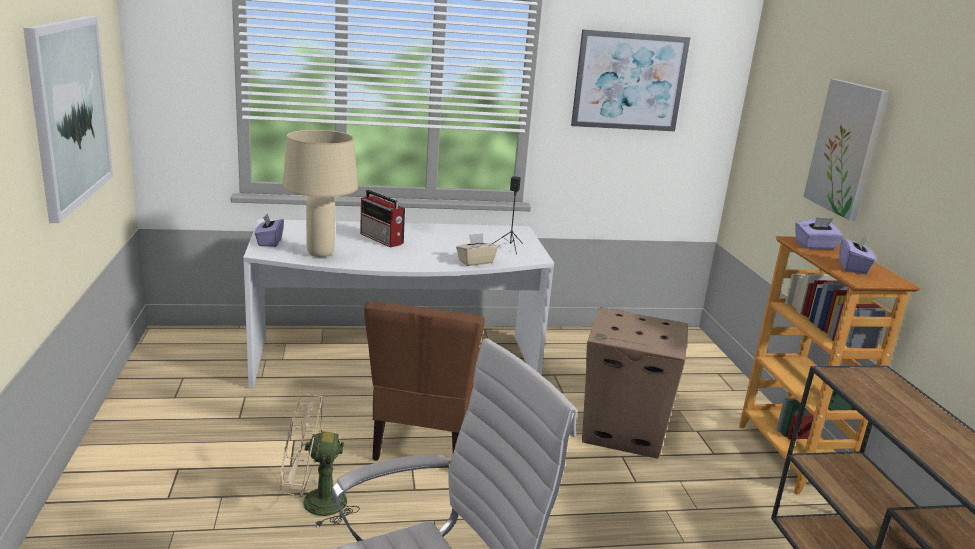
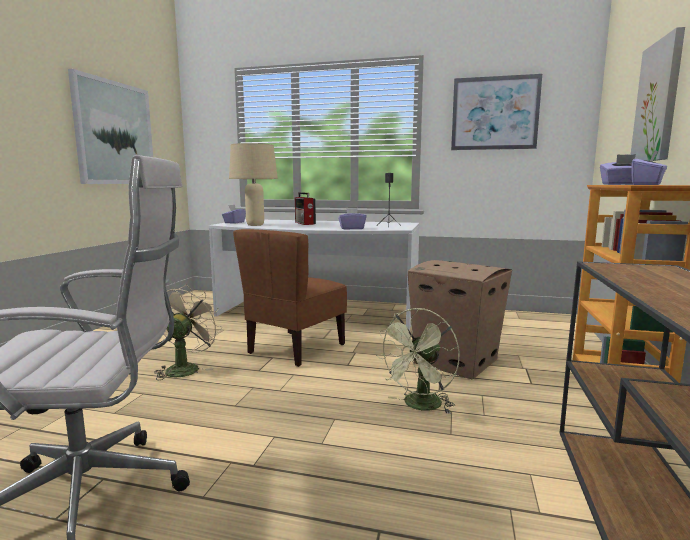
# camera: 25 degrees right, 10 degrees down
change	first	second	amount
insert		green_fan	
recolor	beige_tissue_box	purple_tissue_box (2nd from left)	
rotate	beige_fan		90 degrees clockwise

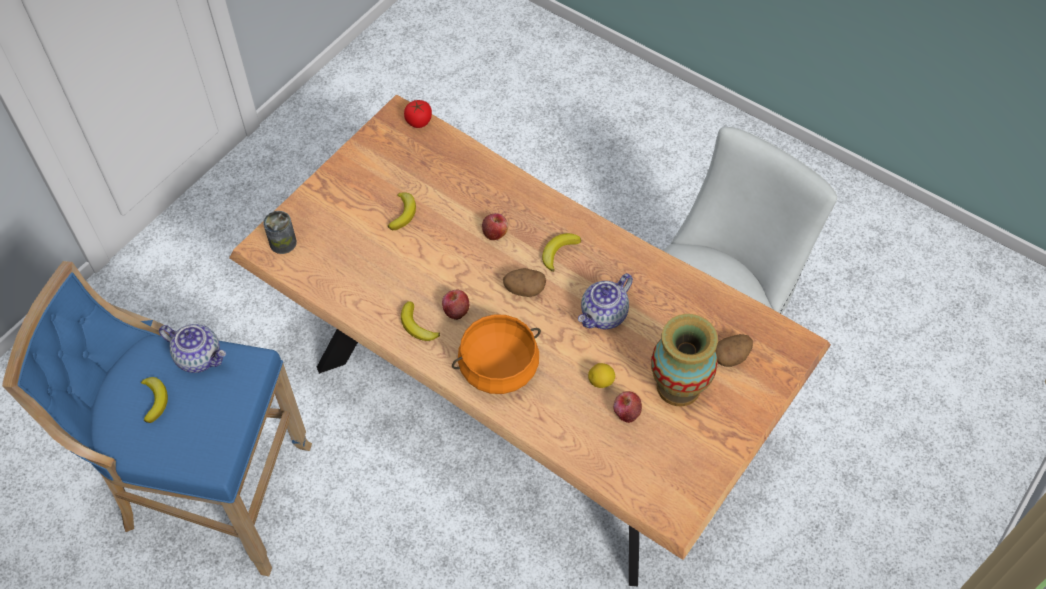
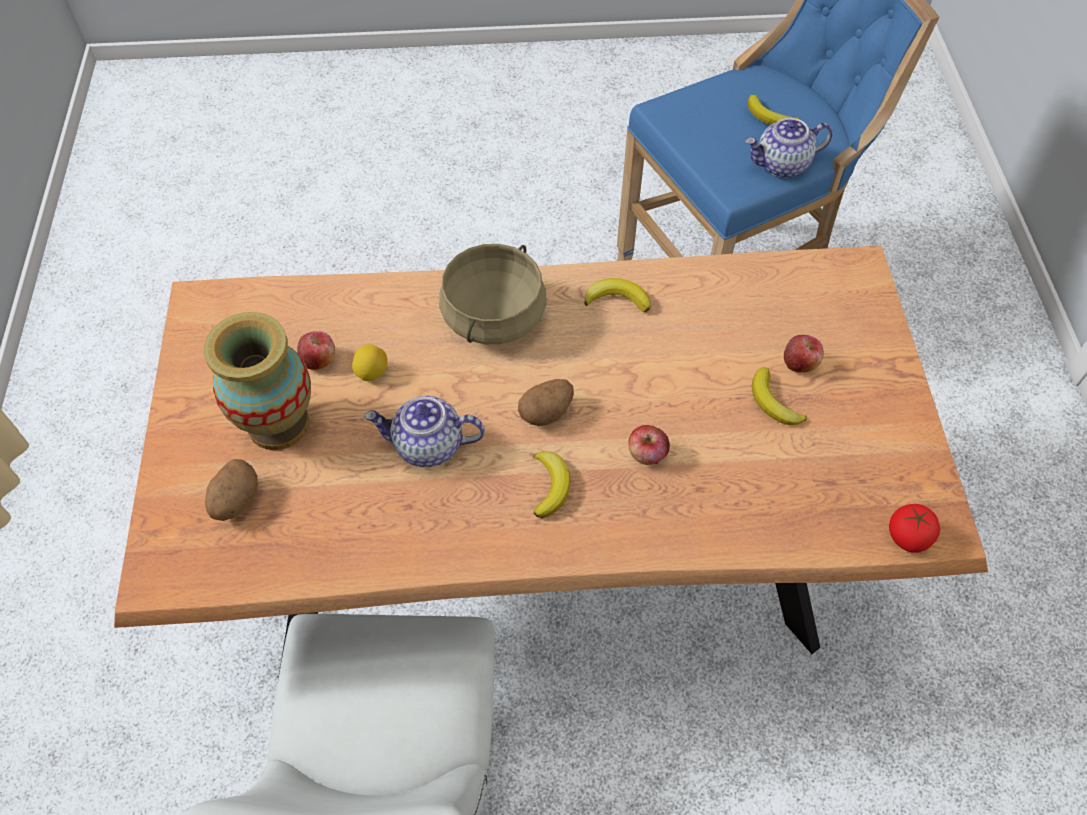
# camera: 140 degrees right, 0 degrees up
change	first	second	amount
delete	can		
move	apple (1st from left in the first image)	apple (3rd from left)	
recolor	orange_cooking_pot	beige_cooking_pot	
rotate	teapot (2nd from left in the first image)	teapot (1st from left)	90 degrees counterclockwise

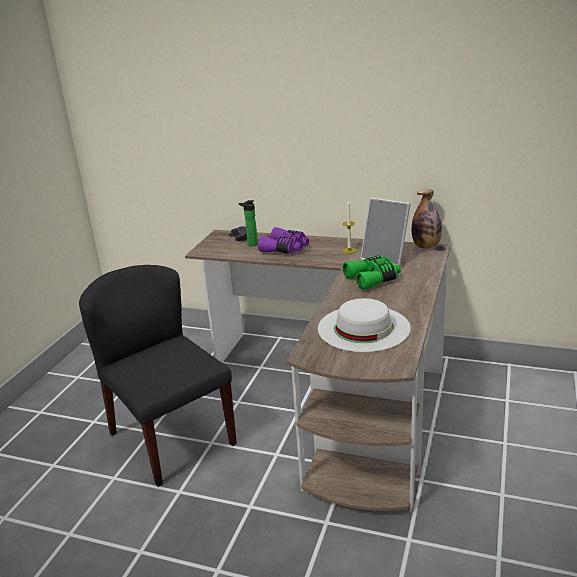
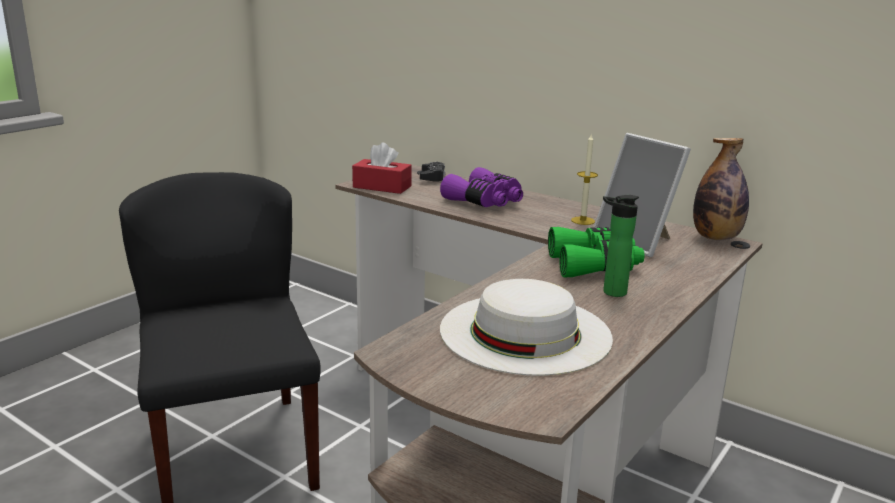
# camera: 15 degrees right, 5 degrees down
change	first	second	amount
insert		red_tissue_box	
move	bottle (1st from left)		

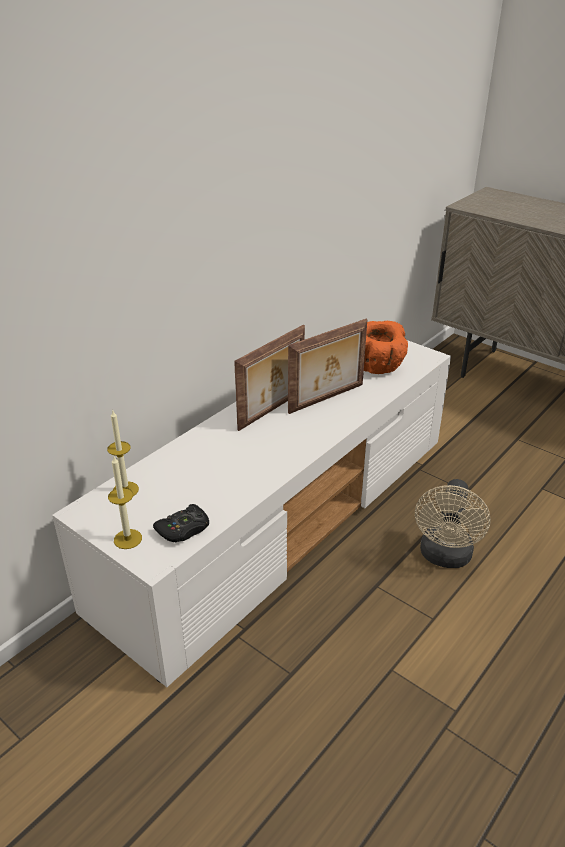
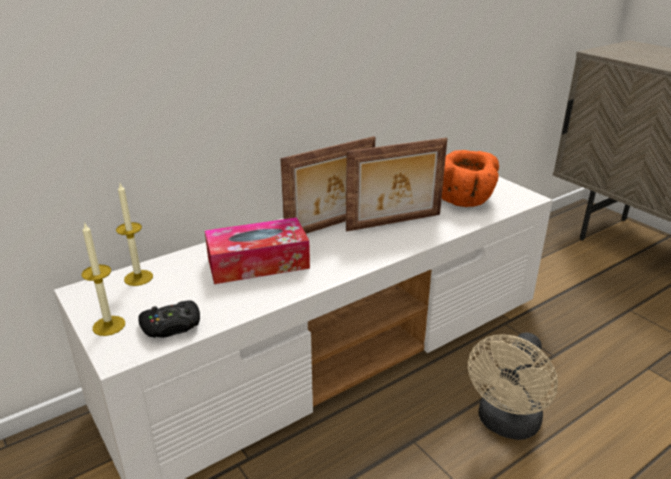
# camera: 15 degrees right, 5 degrees down
change	first	second	amount
insert		tissue_box	

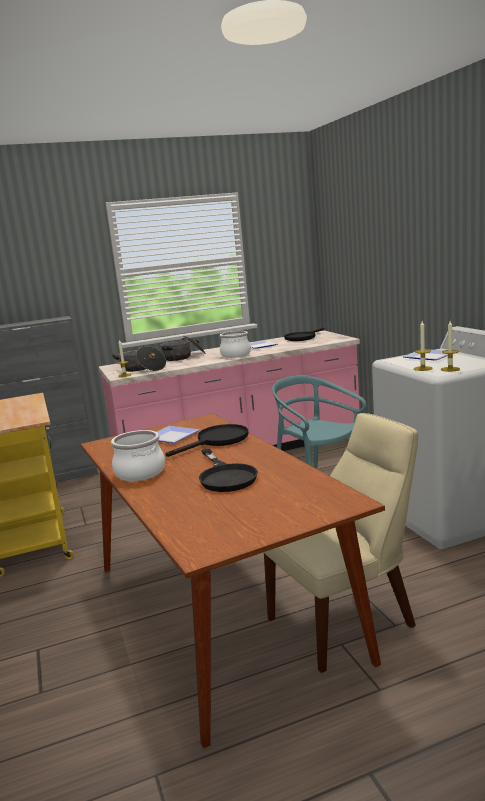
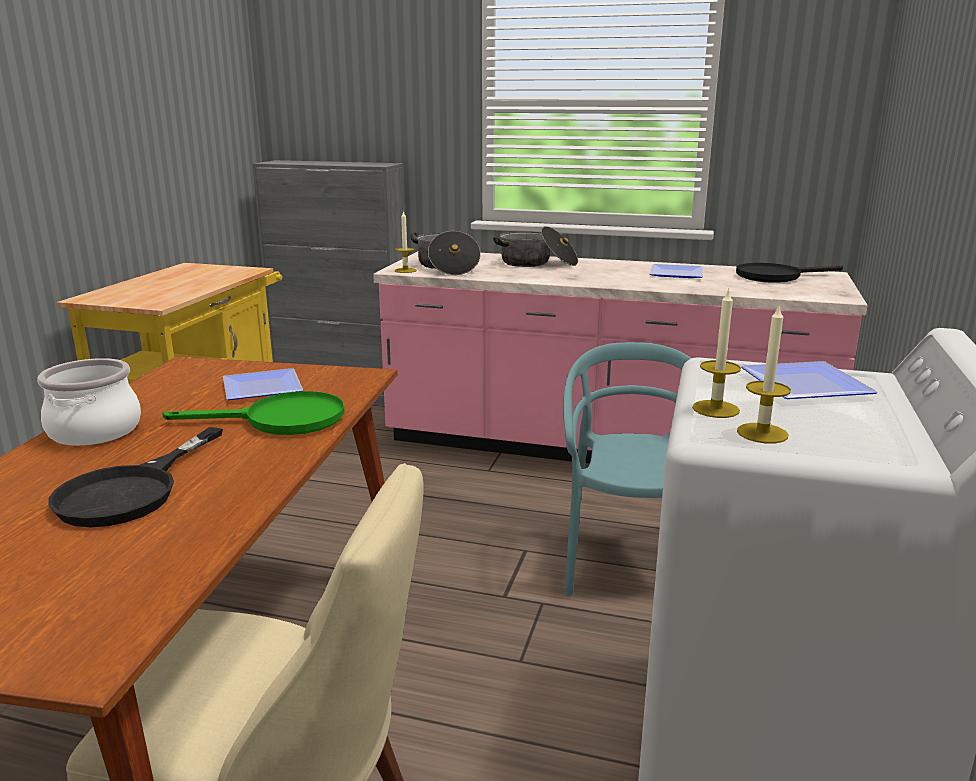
# camera: 35 degrees right, 5 degrees up
change	first	second	amount
delete	cooking_pot (4th from left)		
recolor	black_frying_pan (1st from left)	green_frying_pan	

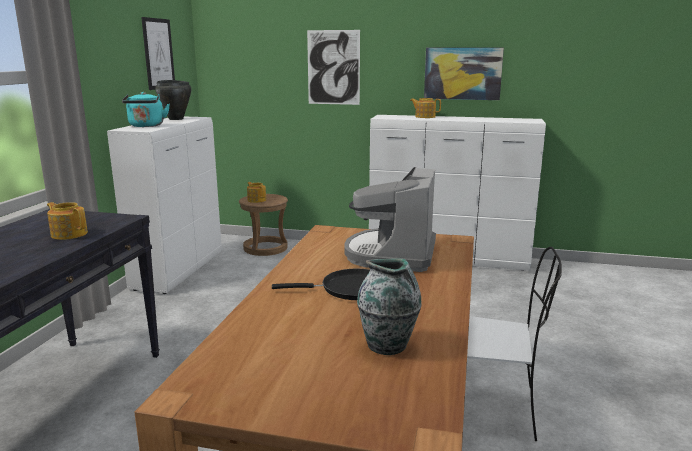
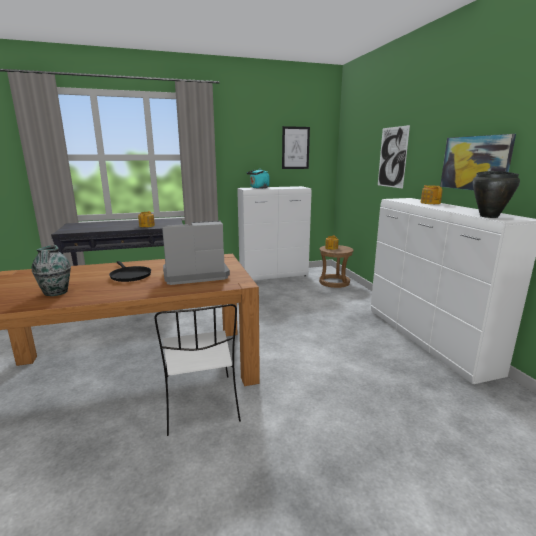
# camera: 60 degrees right, 0 degrees up
change	first	second	amount
move	black_cooking_pot		

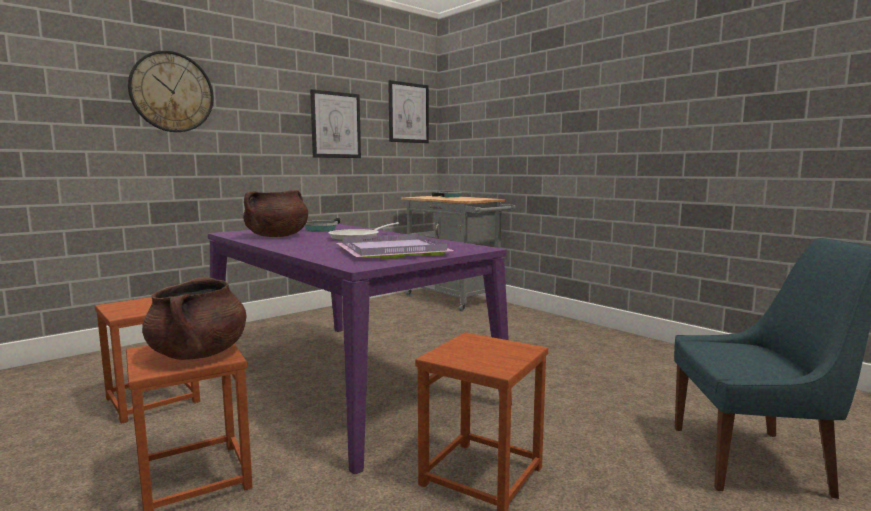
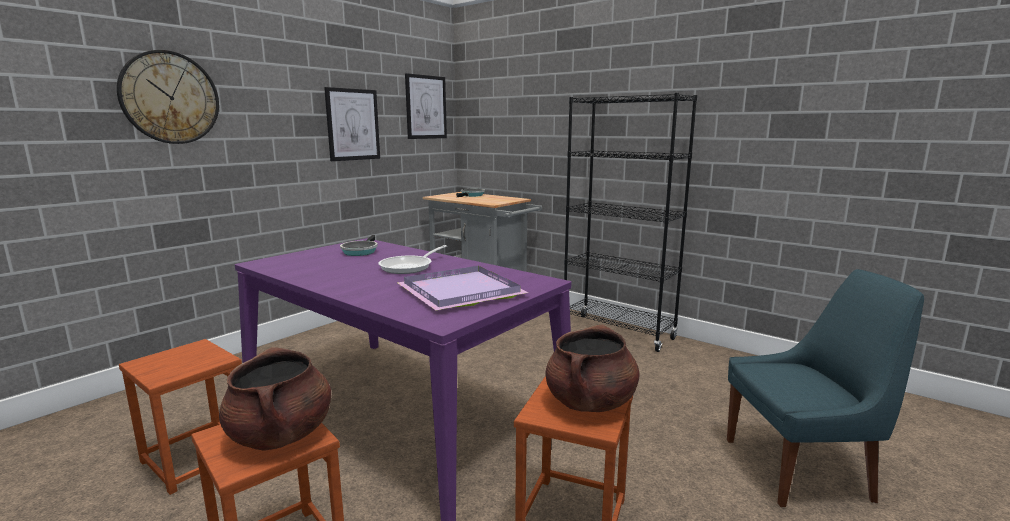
# camera: 10 degrees left, 5 degrees up
change	first	second	amount
insert		black_bookcase	
move	brown_cooking_pot (2nd from left)		

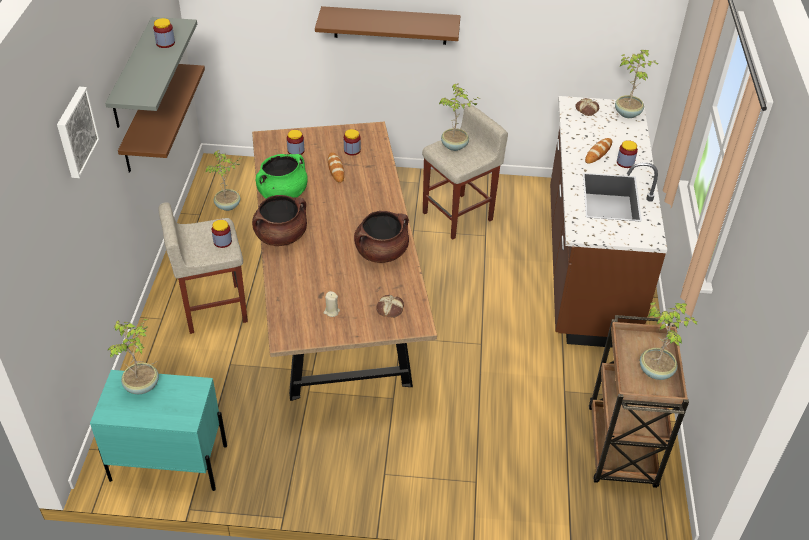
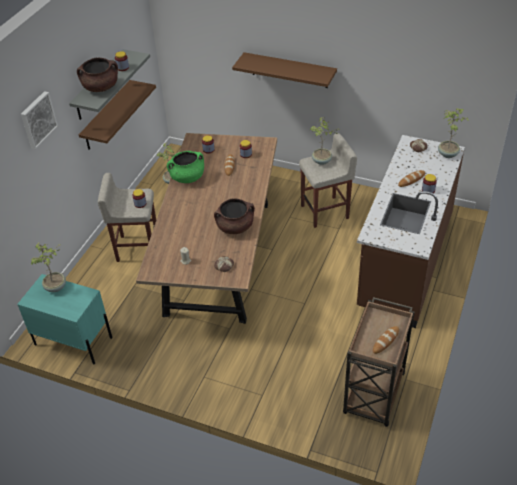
# camera: 20 degrees right, 0 degrees up
change	first	second	amount
move	brown_cooking_pot (1st from left)		
replace	potted_plant (5th from left)	bread (3rd from left)	

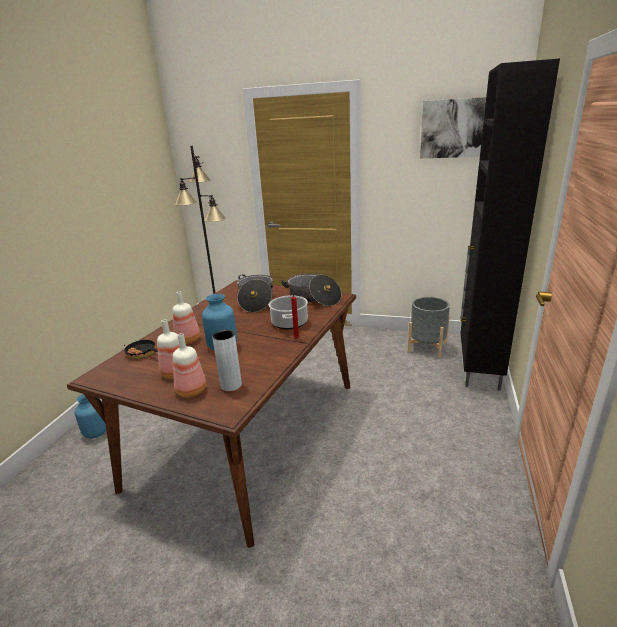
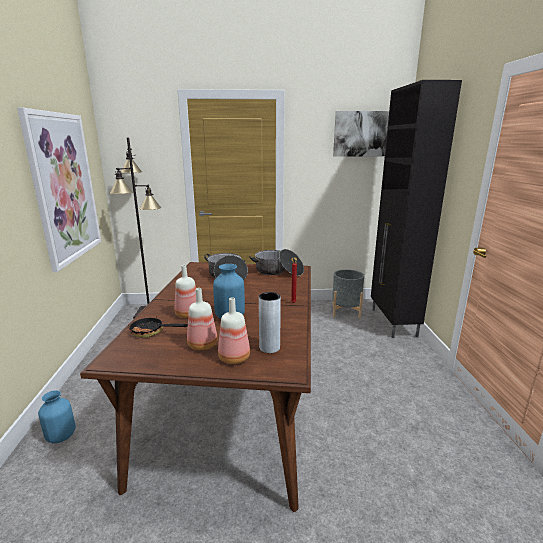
# camera: 20 degrees left, 5 degrees down
change	first	second	amount
delete	cooking_pot (2nd from left)		
insert		picture (1st from left)	

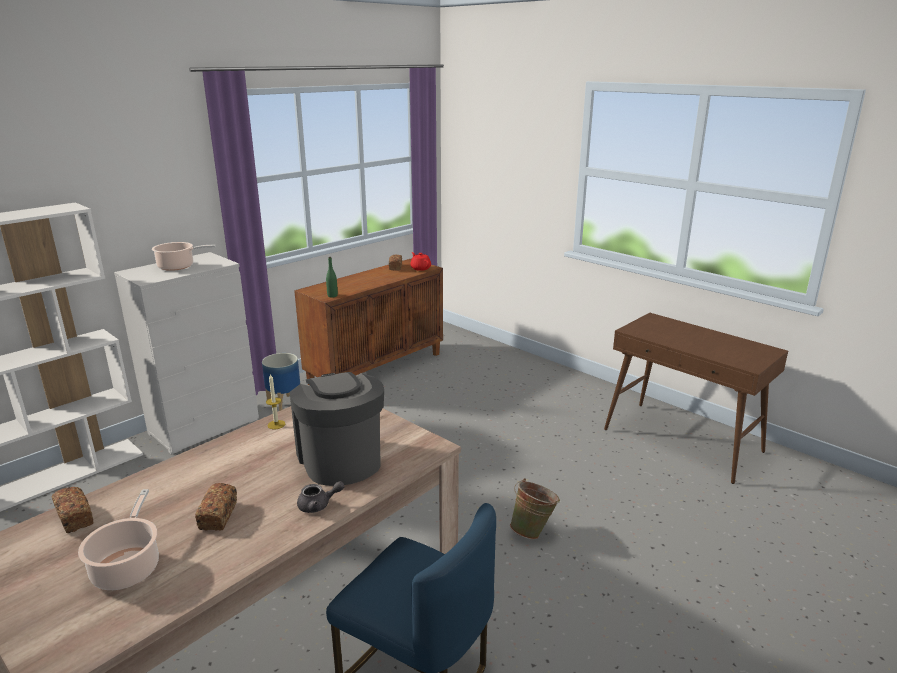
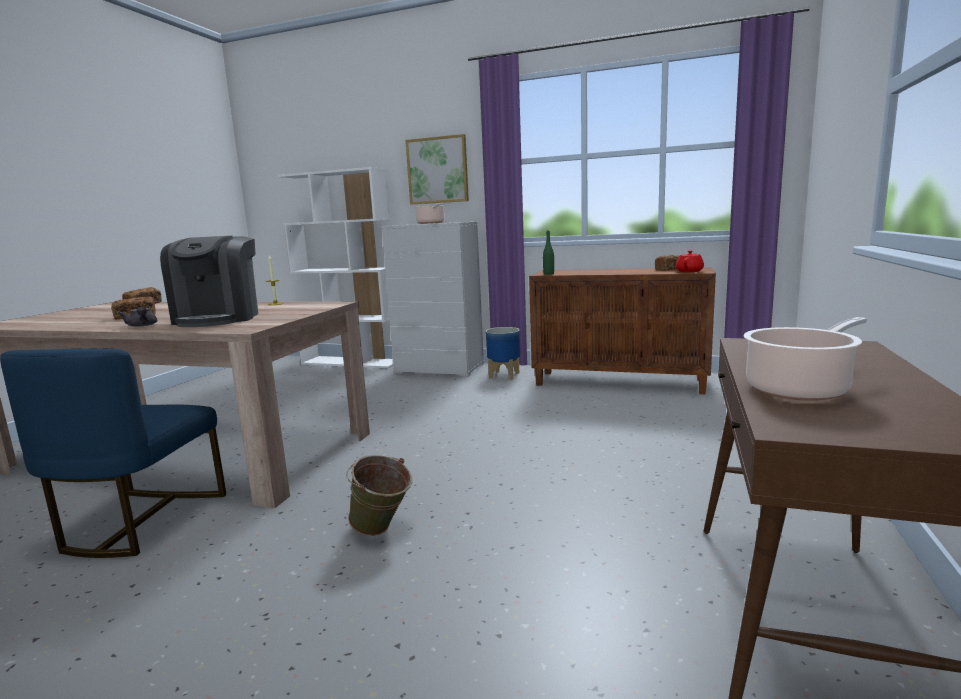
# camera: 65 degrees right, 10 degrees down
change	first	second	amount
insert		picture	
move	cooking_pot (1st from left in the first image)	cooking_pot (2nd from left)	
rotate	coffee_machine		135 degrees clockwise

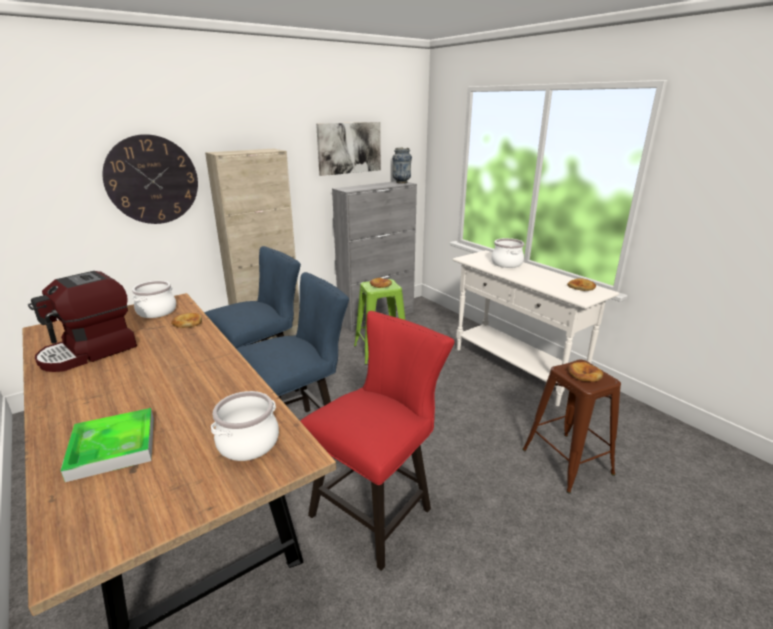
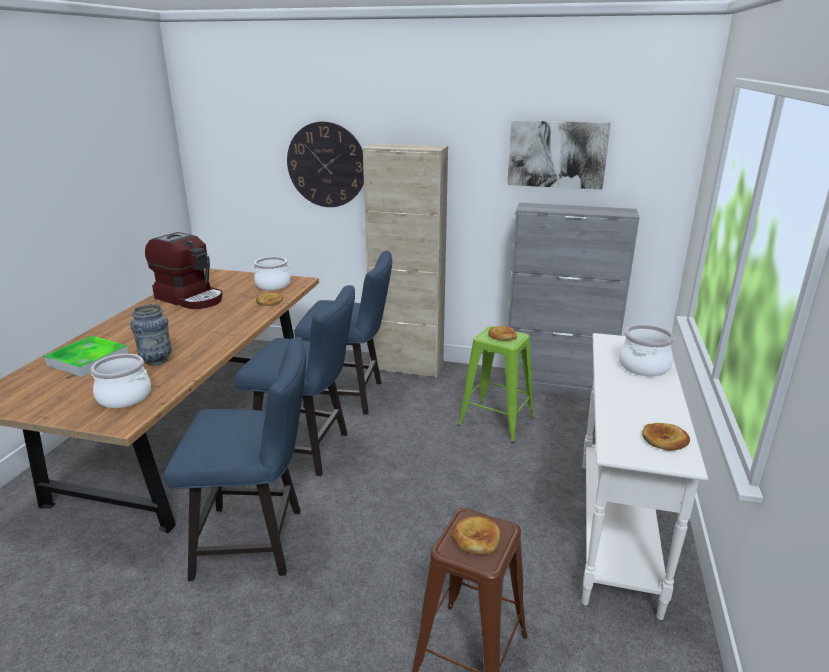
# camera: 50 degrees right, 0 degrees up
change	first	second	amount
move	vase		
recolor	red_chair	blue_chair (1st from left)	
rotate	coffee_machine		150 degrees counterclockwise

